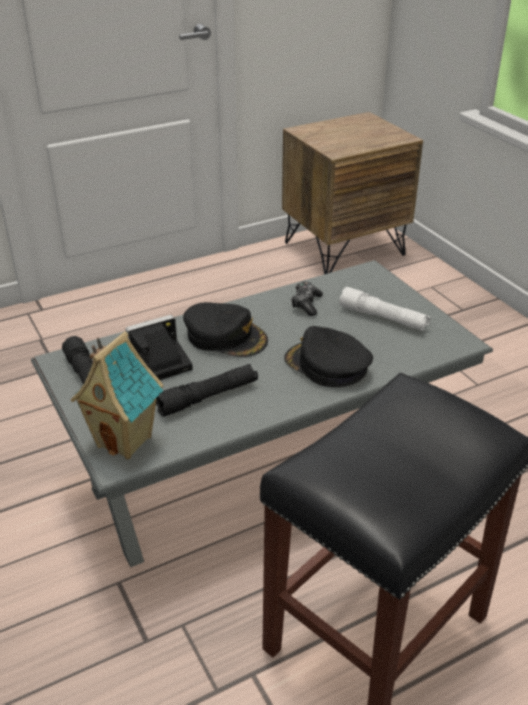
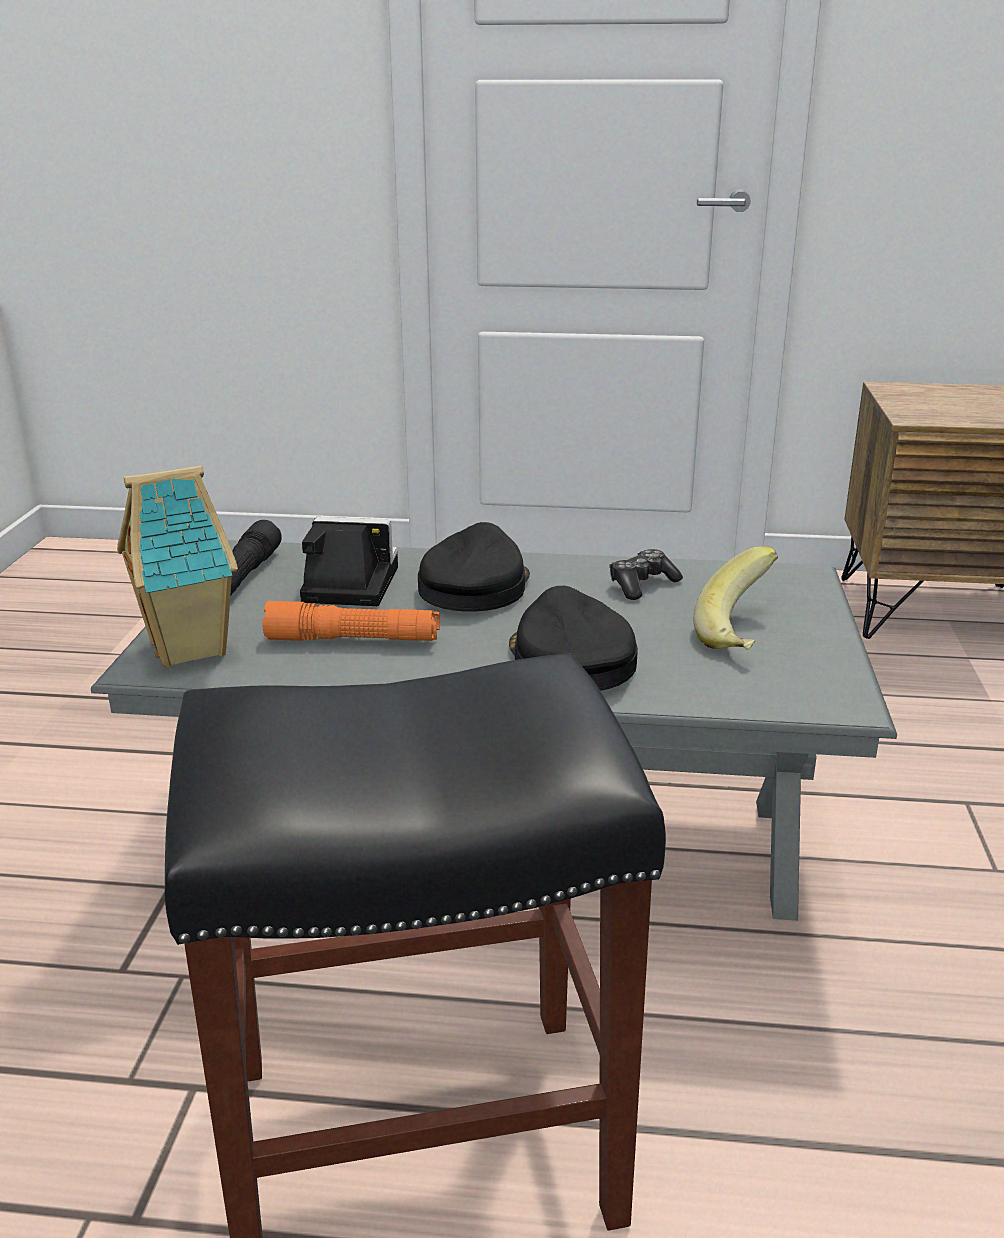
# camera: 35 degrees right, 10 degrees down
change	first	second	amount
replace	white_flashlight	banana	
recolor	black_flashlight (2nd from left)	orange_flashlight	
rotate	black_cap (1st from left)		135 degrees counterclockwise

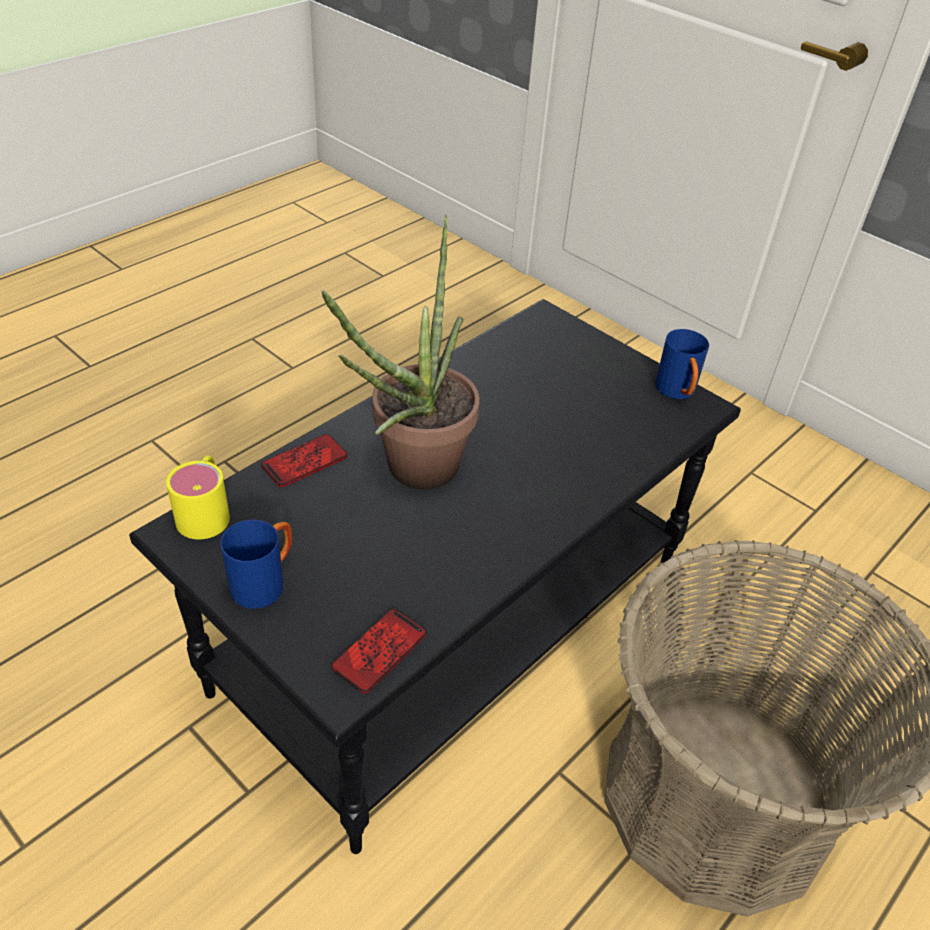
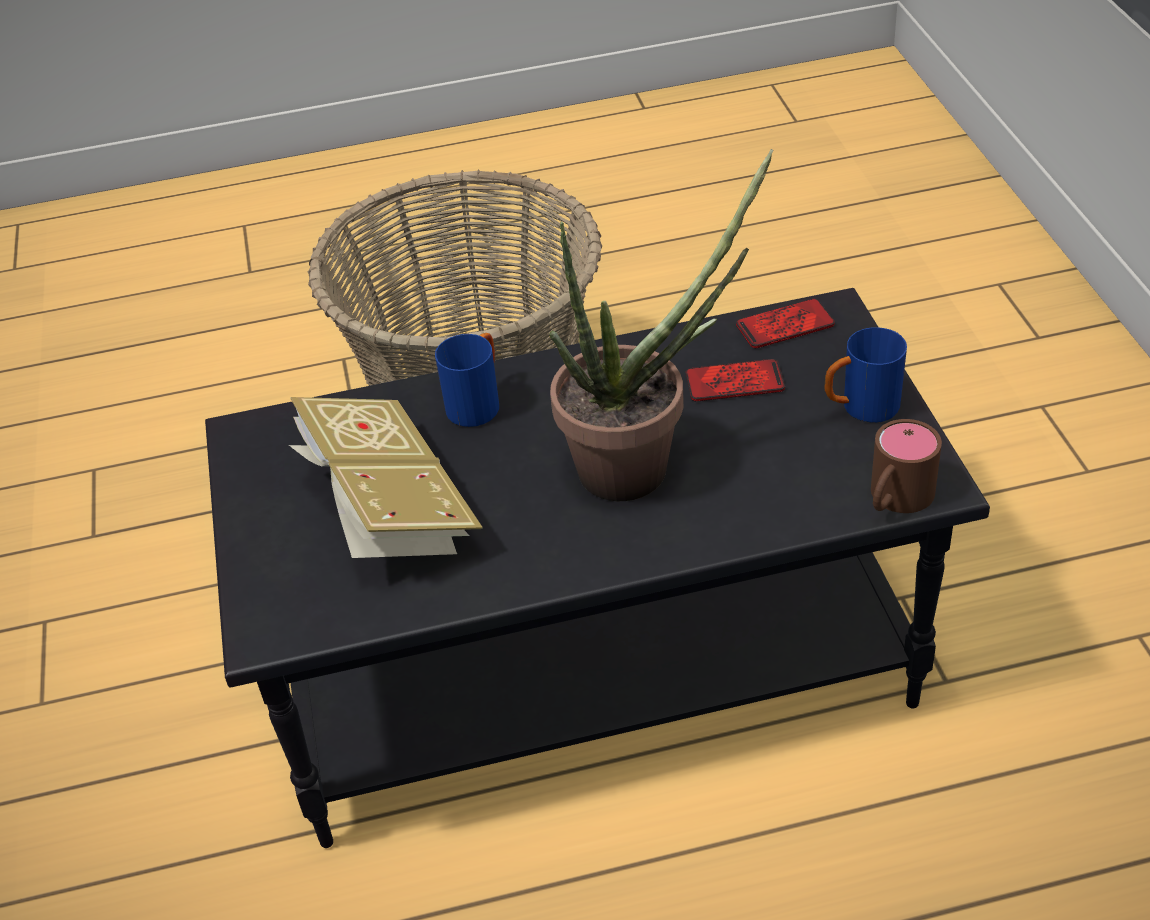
# camera: 140 degrees left, 0 degrees up
change	first	second	amount
insert		book	
move	phone (1st from left)		
move	blue_mug (2nd from left in the first image)	blue_mug (1st from left)	
recolor	yellow_mug	brown_mug	

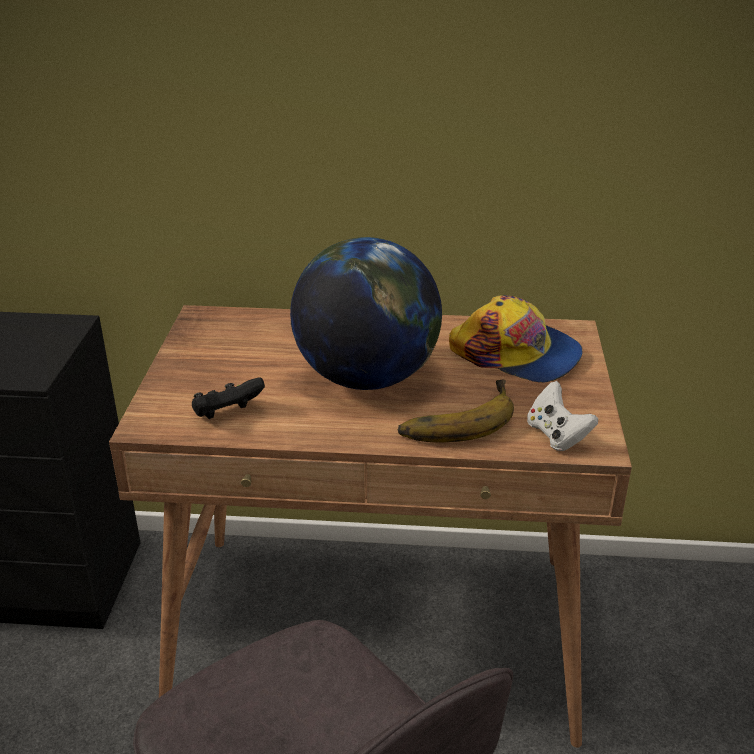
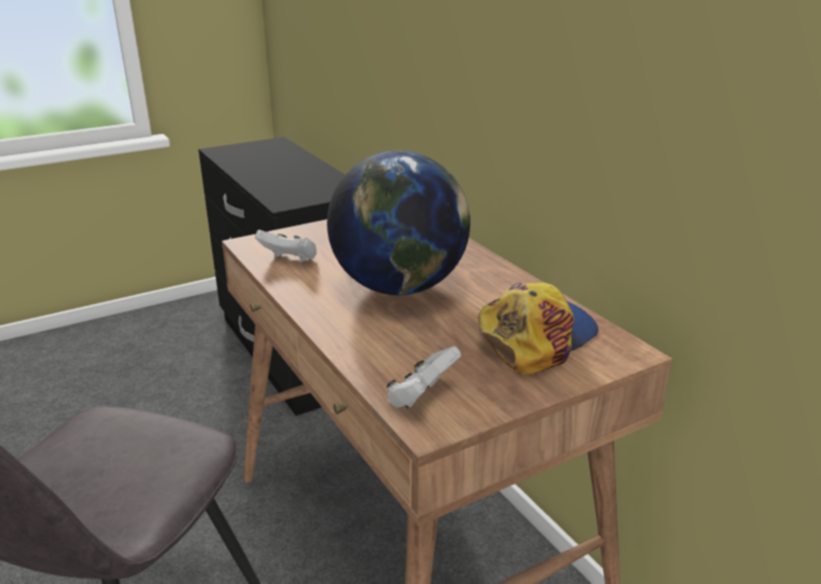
# camera: 55 degrees right, 5 degrees down
change	first	second	amount
delete	banana		
recolor	black_game_controller	white_game_controller (1st from left)	
rotate	cap		135 degrees counterclockwise

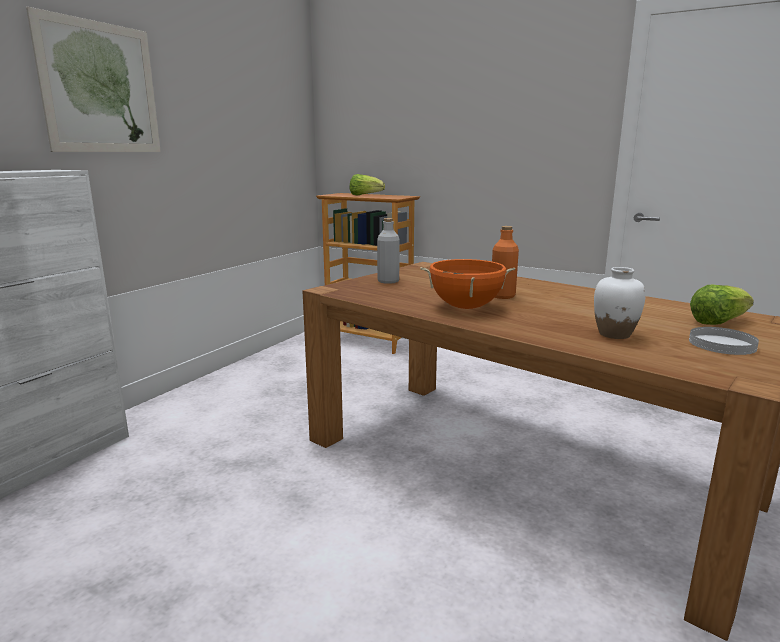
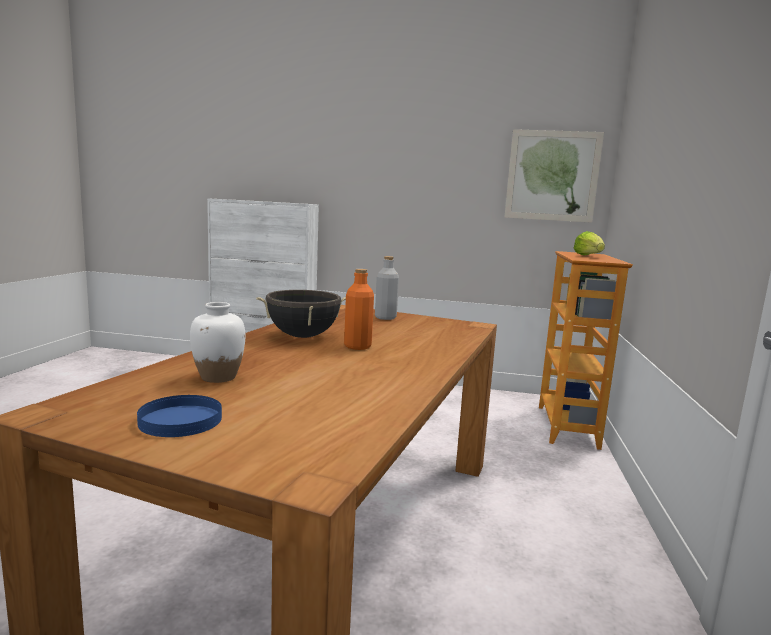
# camera: 70 degrees right, 5 degrees down
change	first	second	amount
delete	lettuce (2nd from left)		
move	picture		
recolor	orange_cooking_pot	black_cooking_pot	
recolor	white_plate	blue_plate	

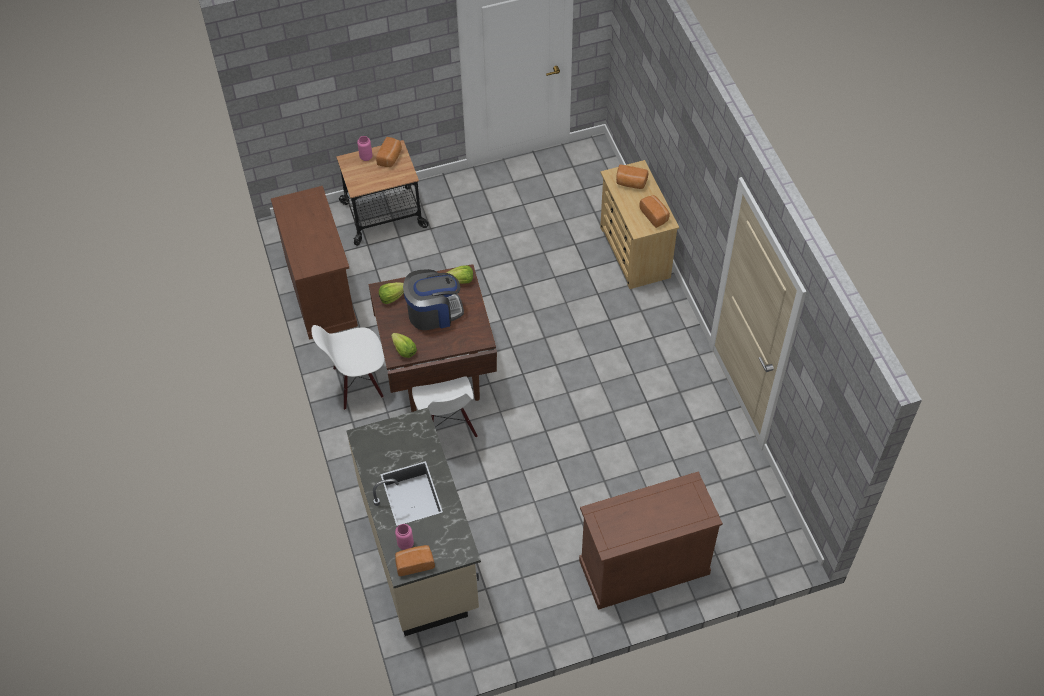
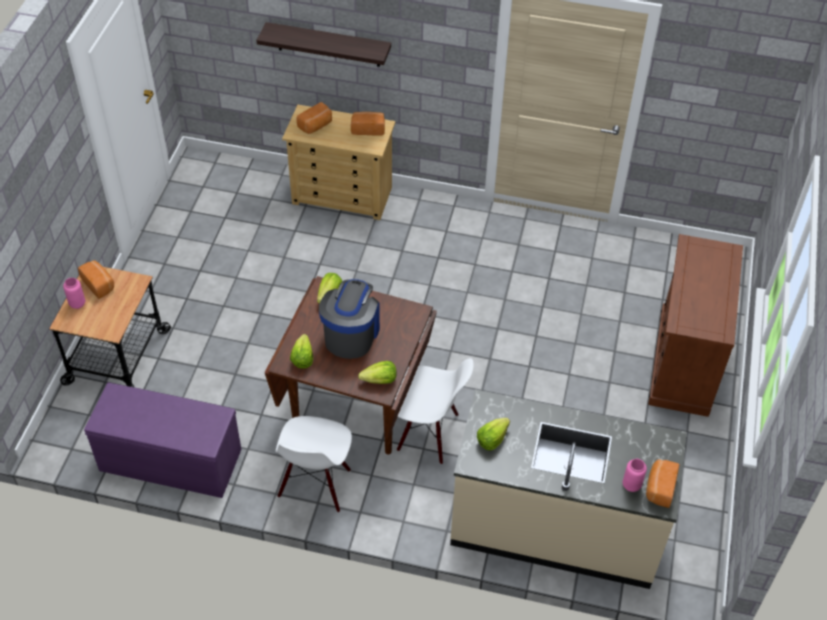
# camera: 60 degrees left, 5 degrees down
change	first	second	amount
insert		shelf	
insert		lettuce (4th from left)	
replace	brown_cabinet (1st from left)	purple_bench	

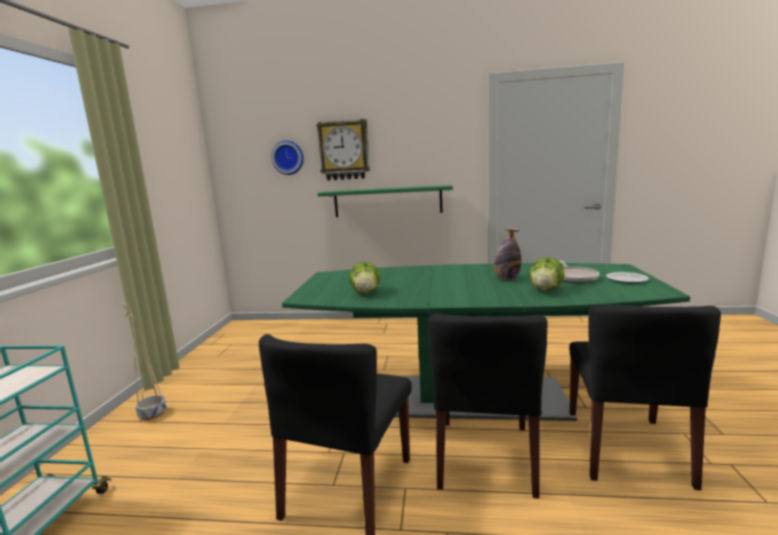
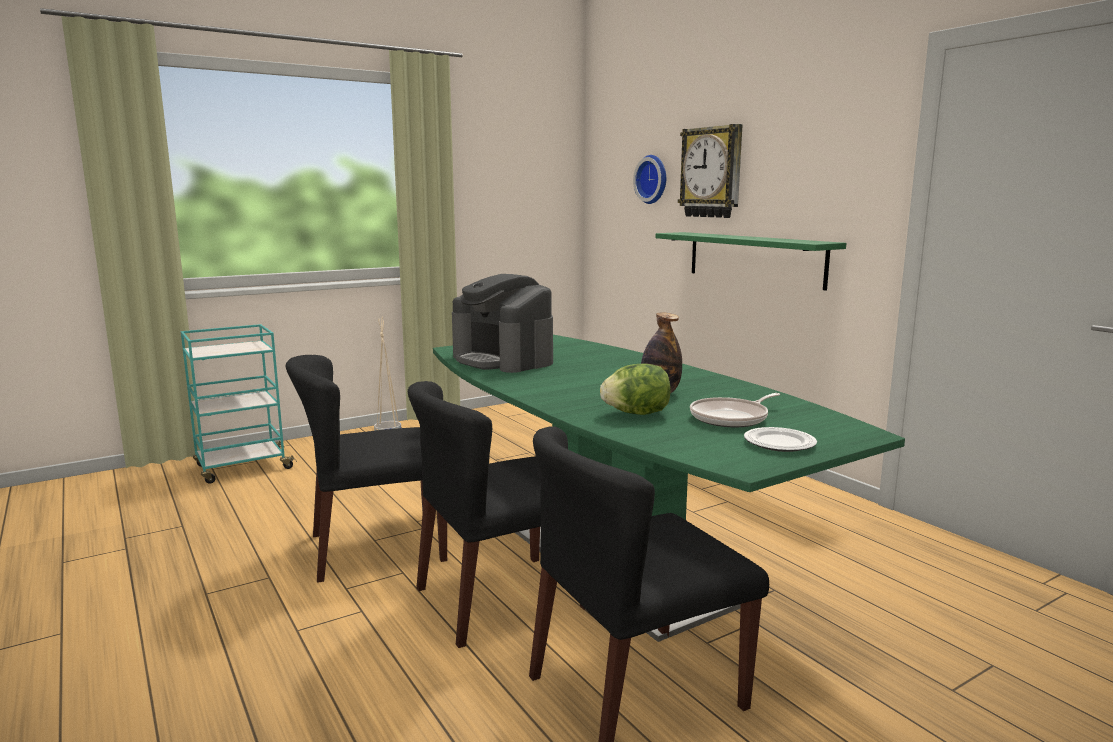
# camera: 50 degrees right, 0 degrees up
change	first	second	amount
replace	lettuce (1st from left)	coffee_machine	

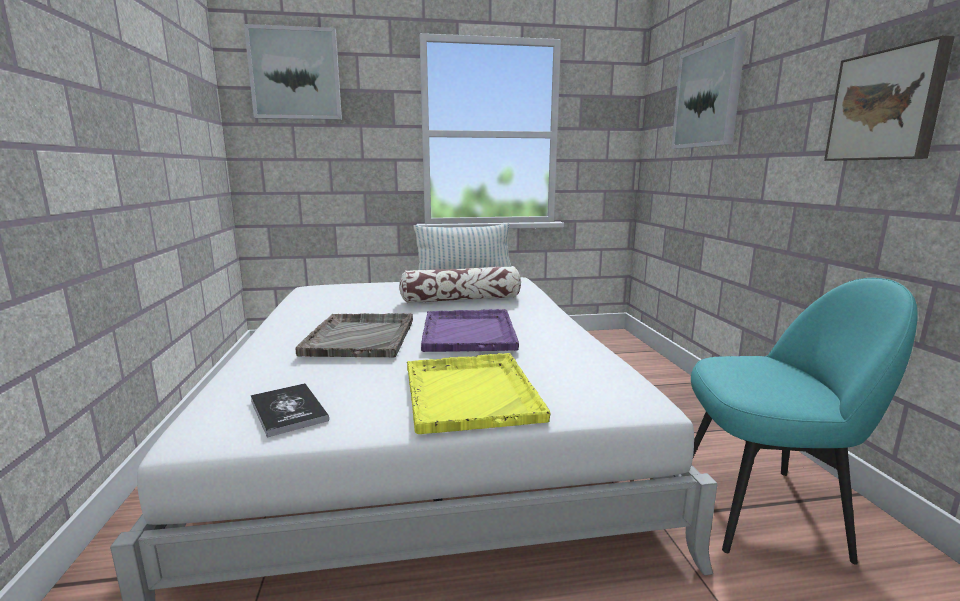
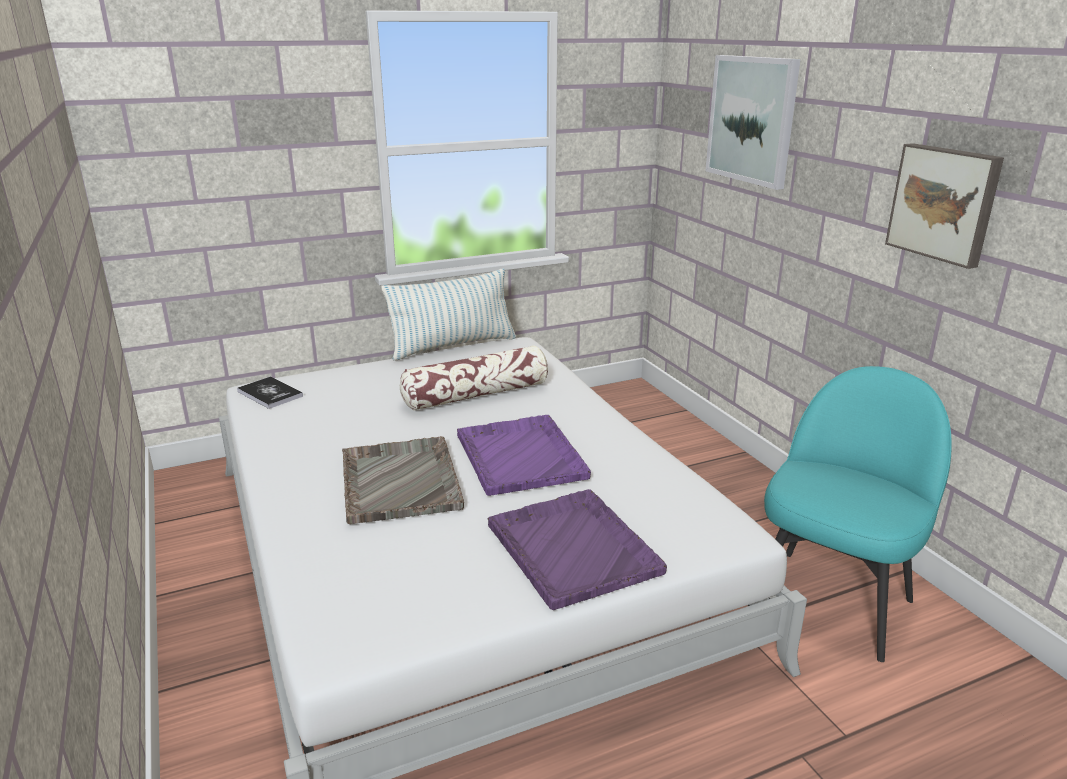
# camera: 15 degrees left, 10 degrees up
change	first	second	amount
delete	picture (1st from left)		
move	book		
recolor	yellow_tray	purple_tray (2nd from left)	
rotate	turquoise_chair		45 degrees counterclockwise

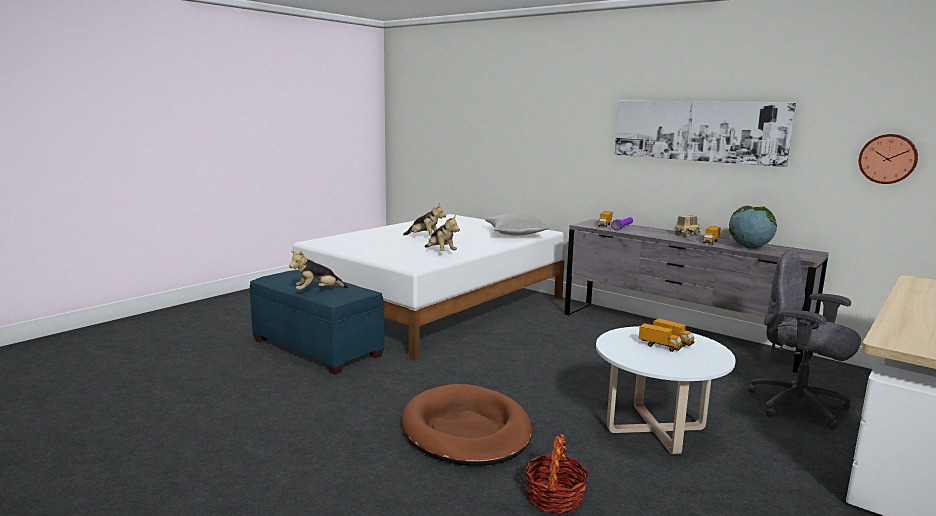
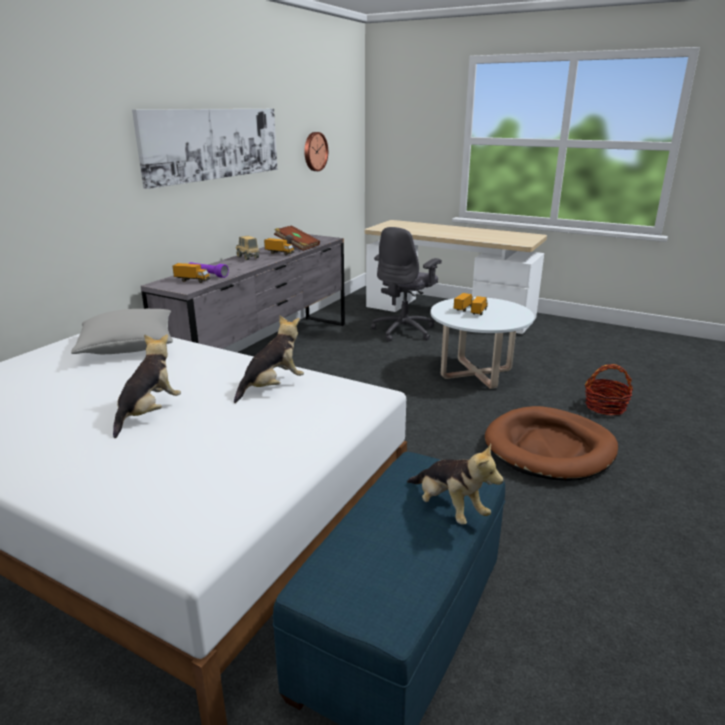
# camera: 100 degrees left, 10 degrees up
change	first	second	amount
replace	globe	brown_book	

